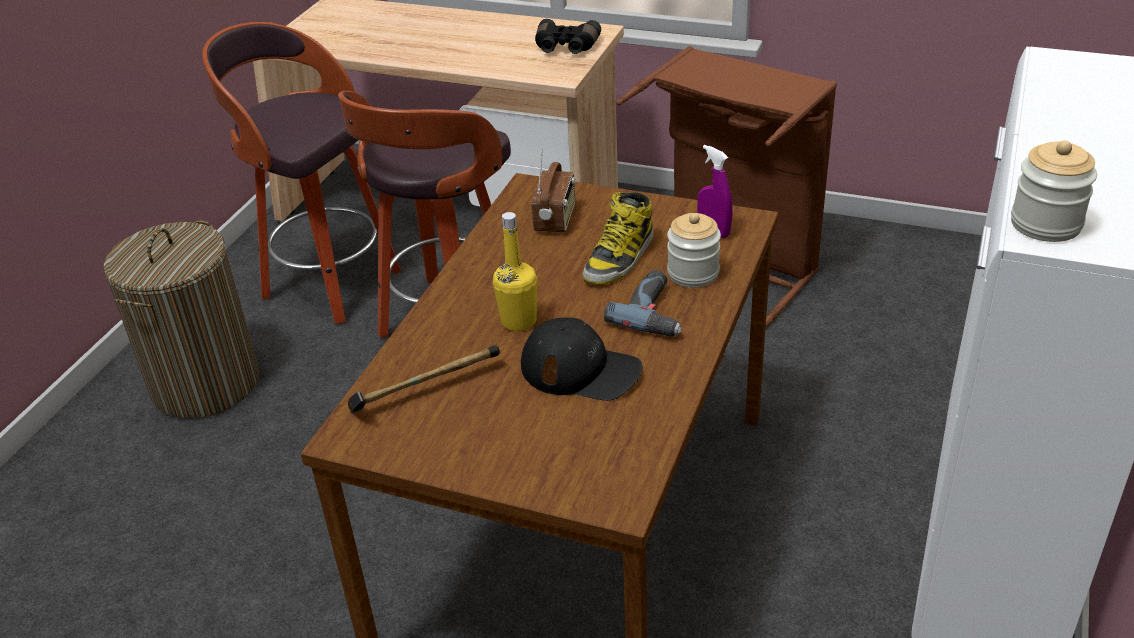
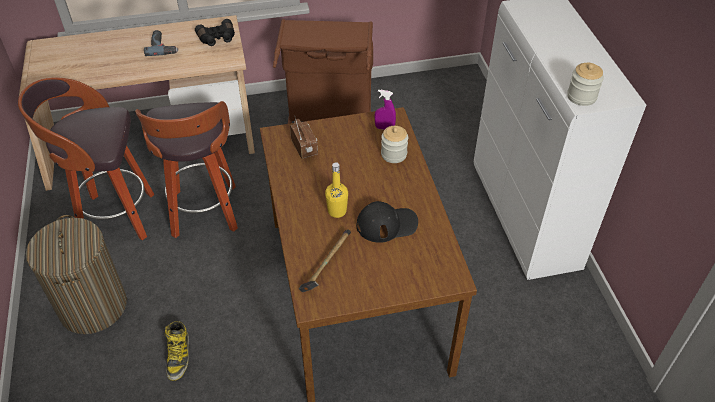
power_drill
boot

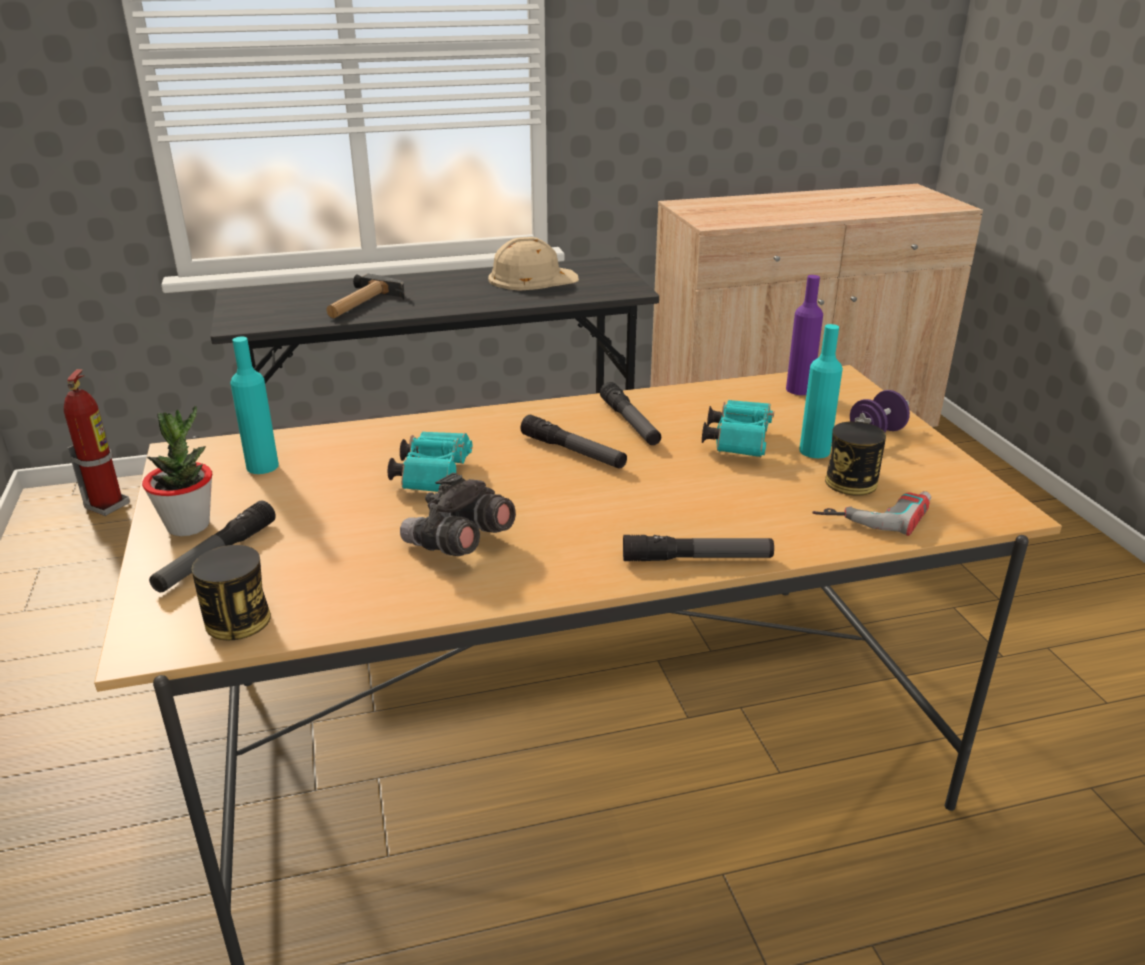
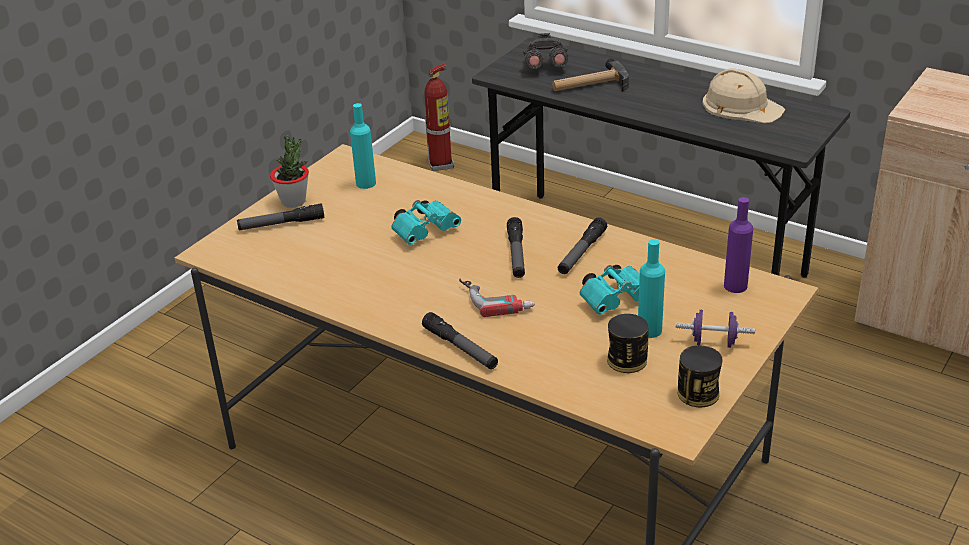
power_drill
grey_binoculars
can (no. 2 from left)

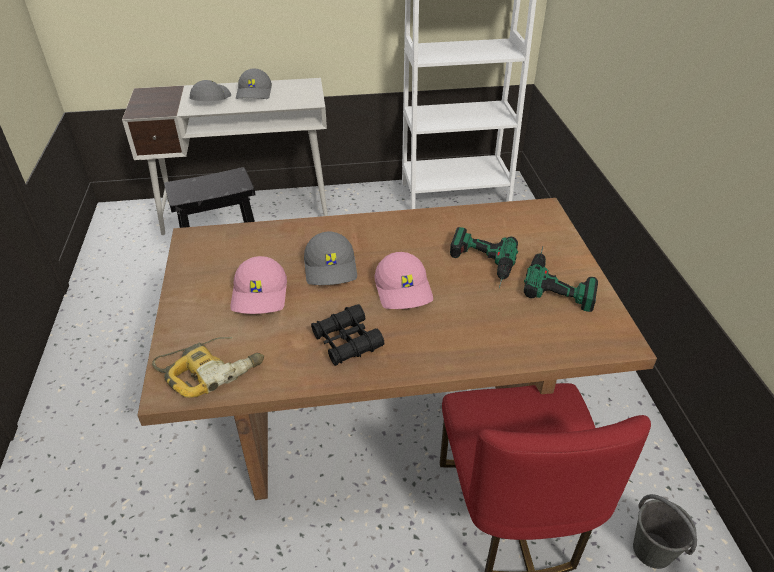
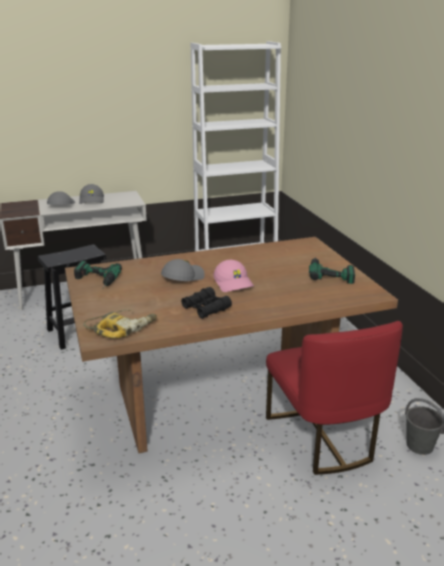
power_drill (no. 1 from left)
grey_cap (no. 3 from left)
pink_cap (no. 1 from left in the first image)

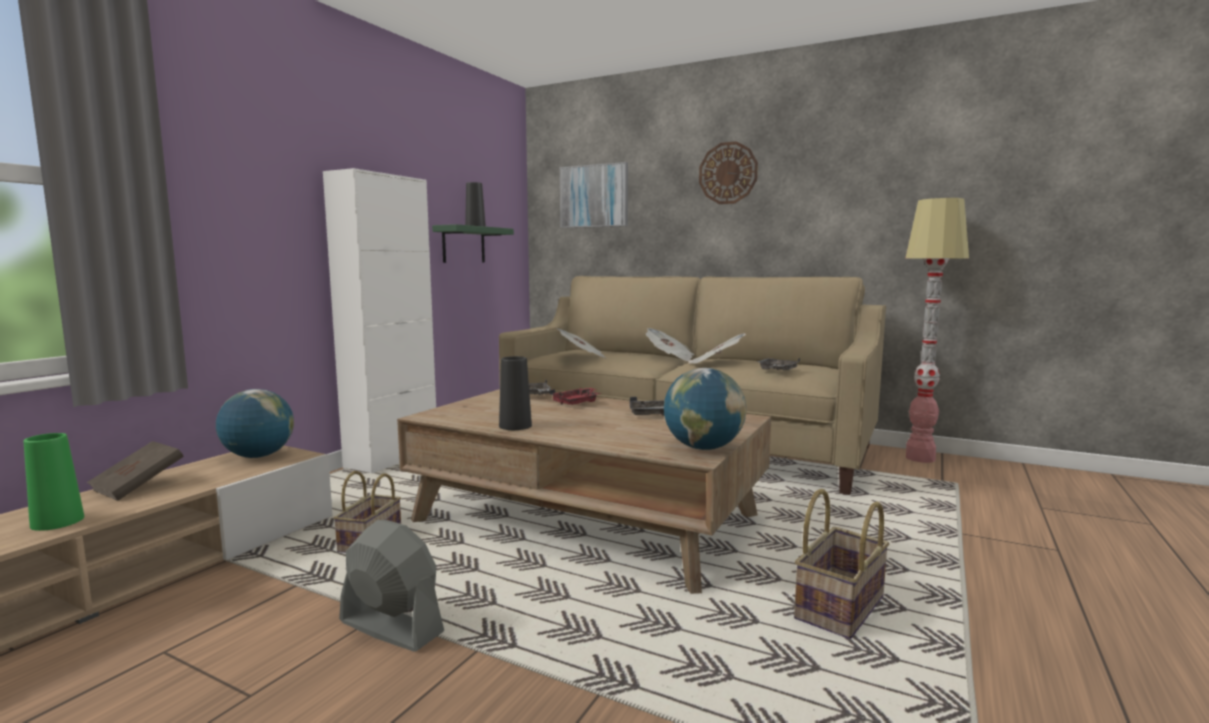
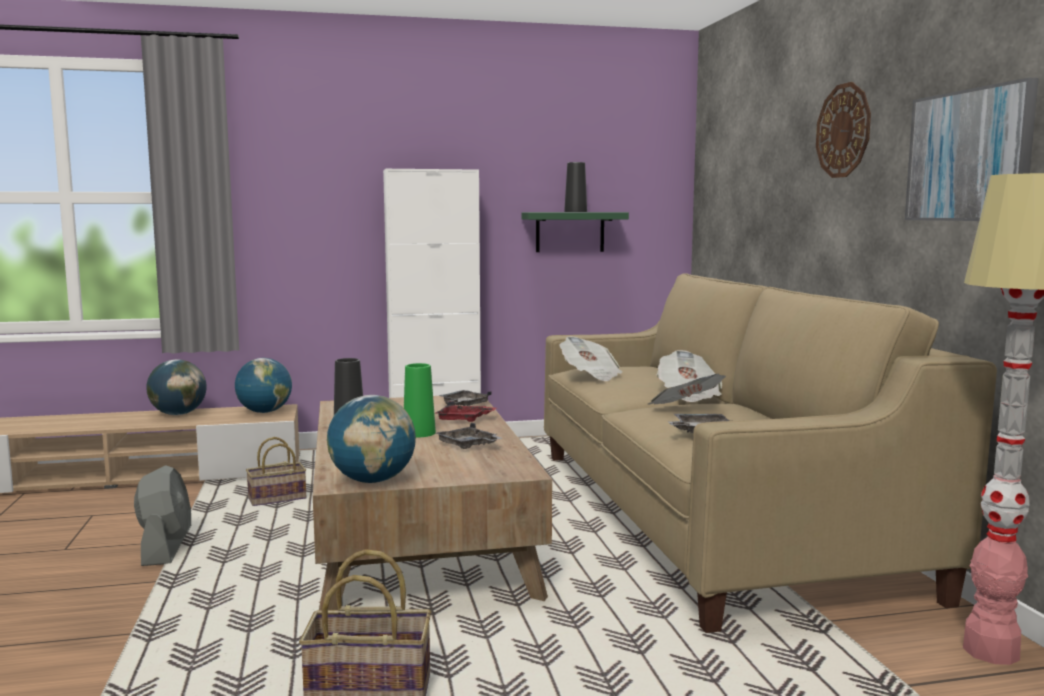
globe (no. 1 from left)
green_vase
picture

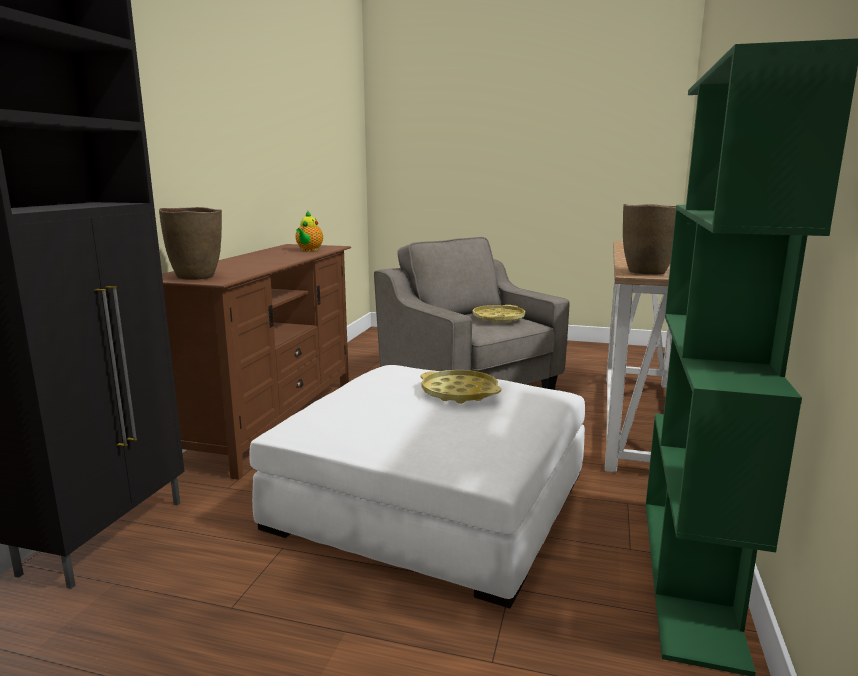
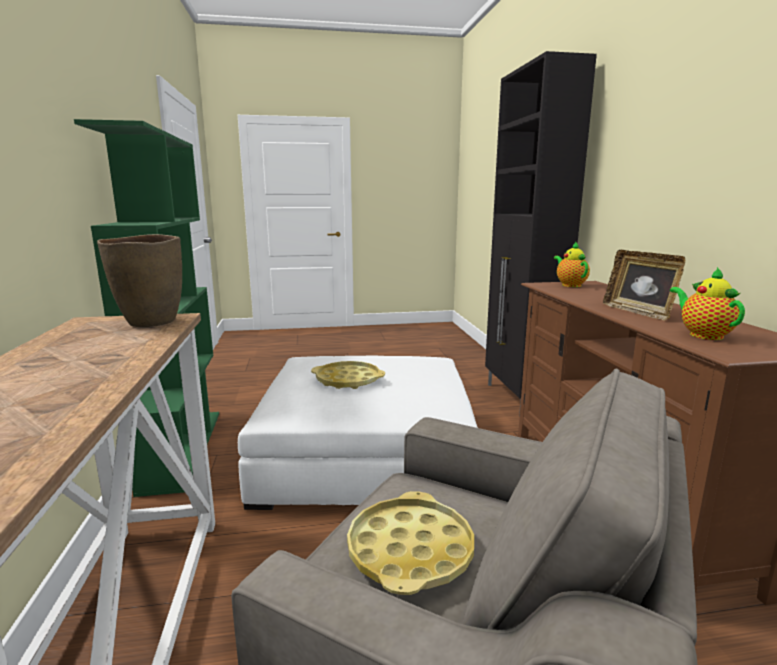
teapot (no. 1 from left)
picture_frame

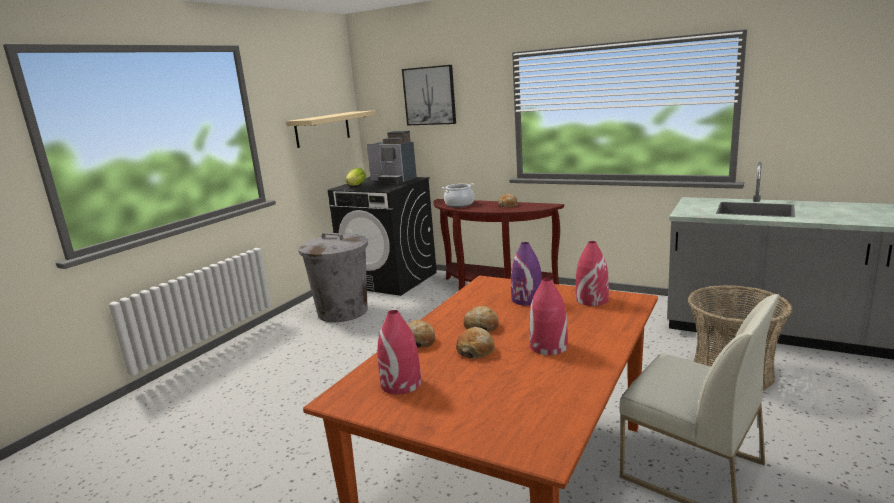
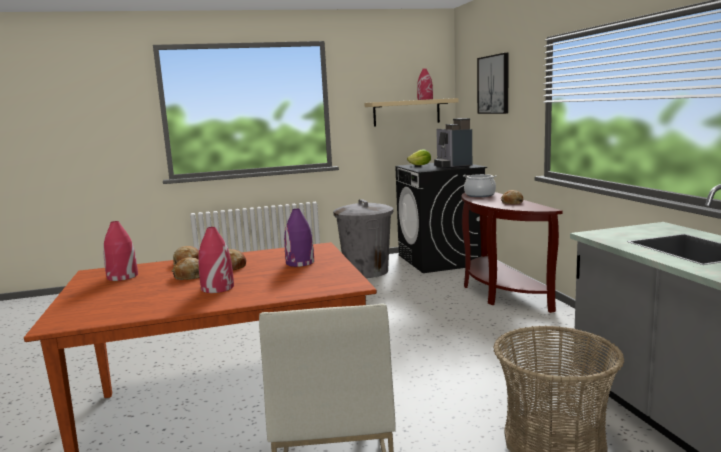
red_vase (no. 3 from left)

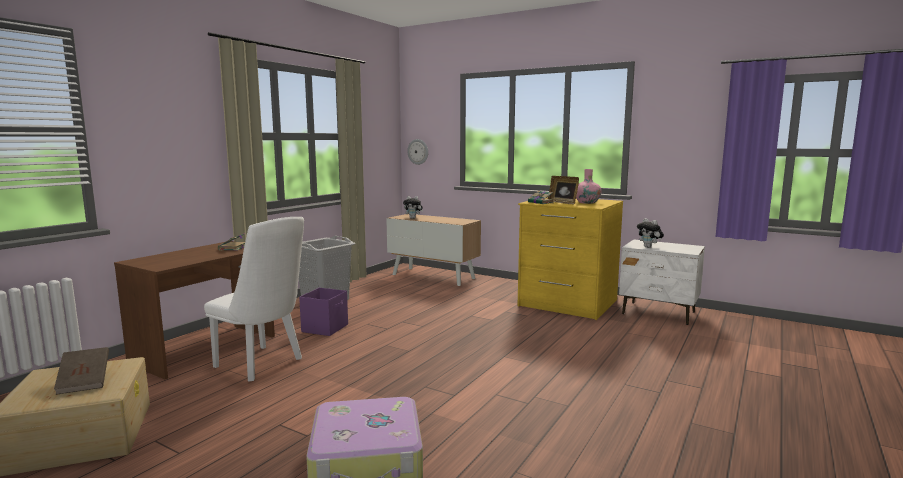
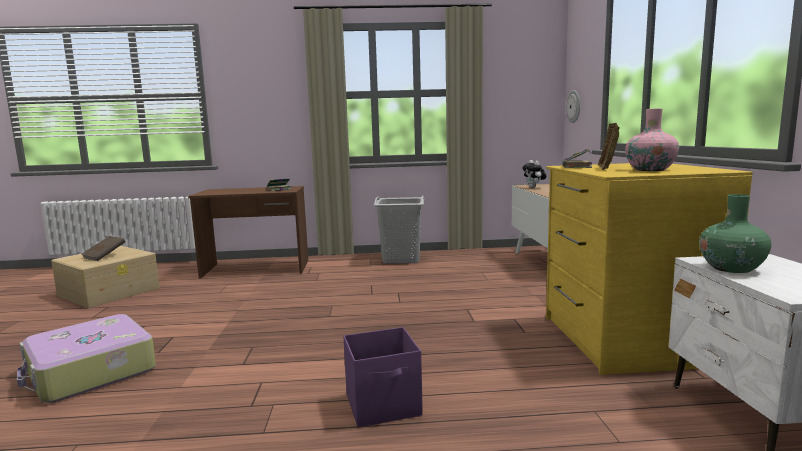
purple_storage_box
green_vase
white_chair

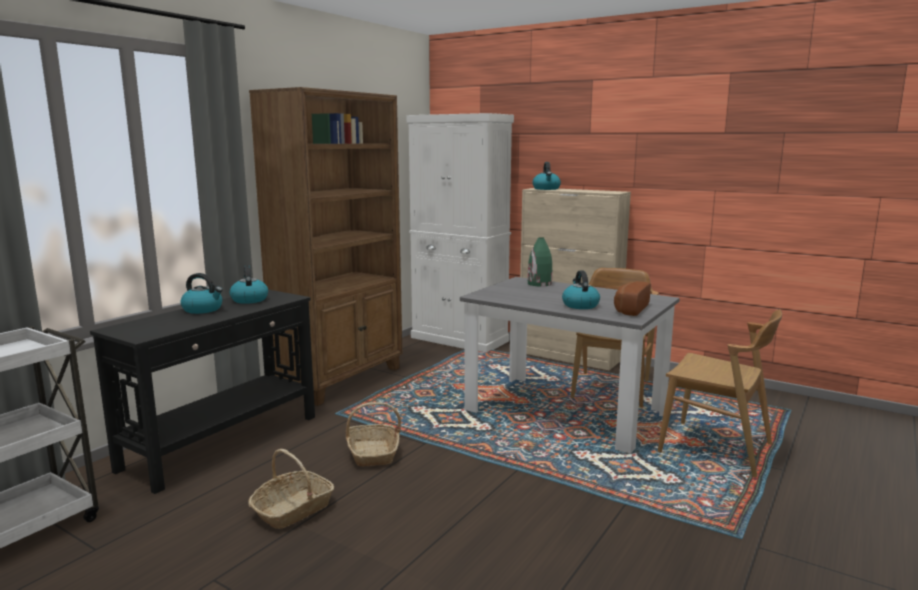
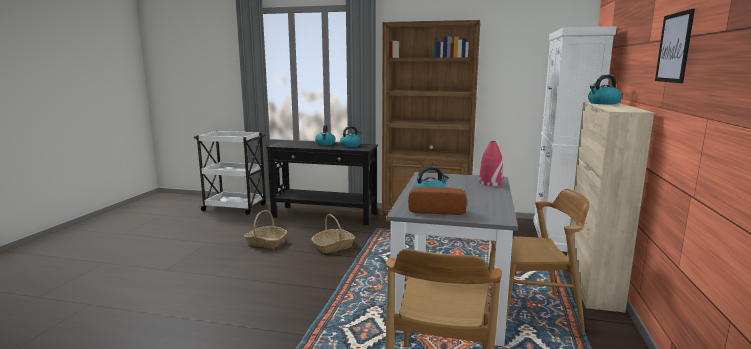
red_vase
picture

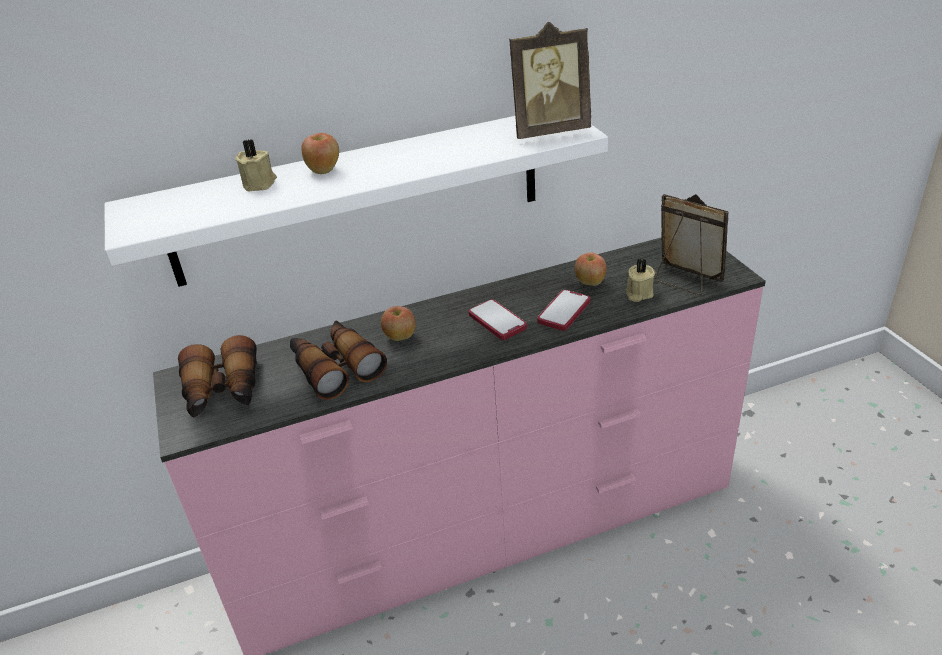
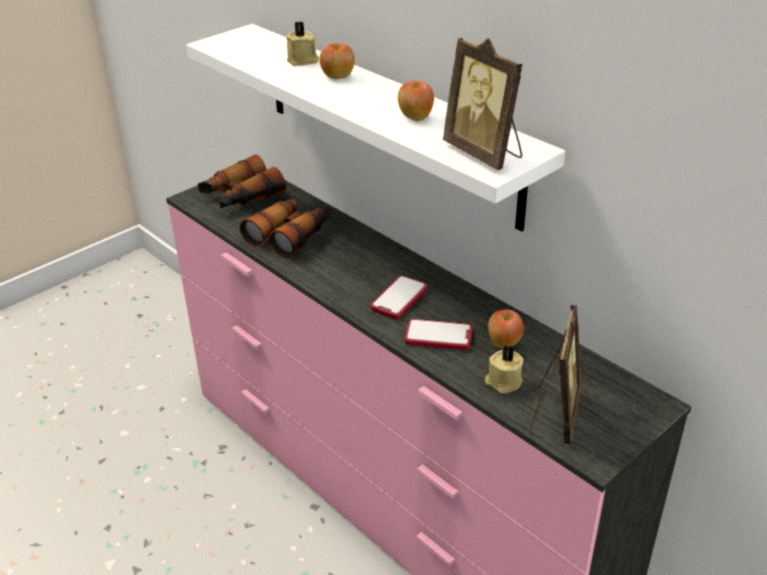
apple (no. 2 from left)

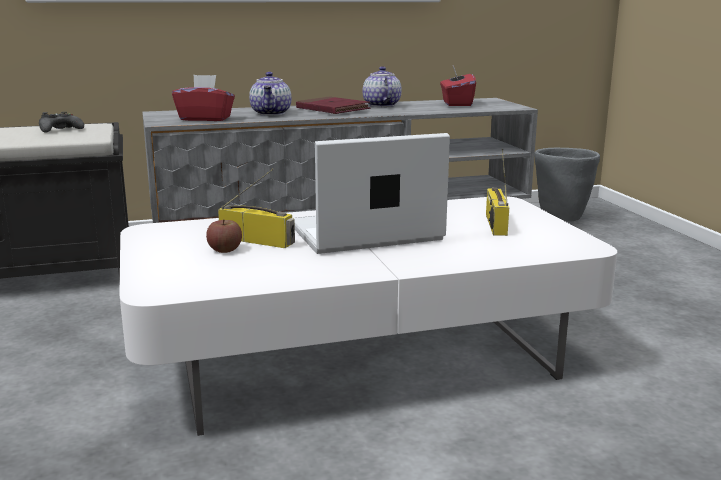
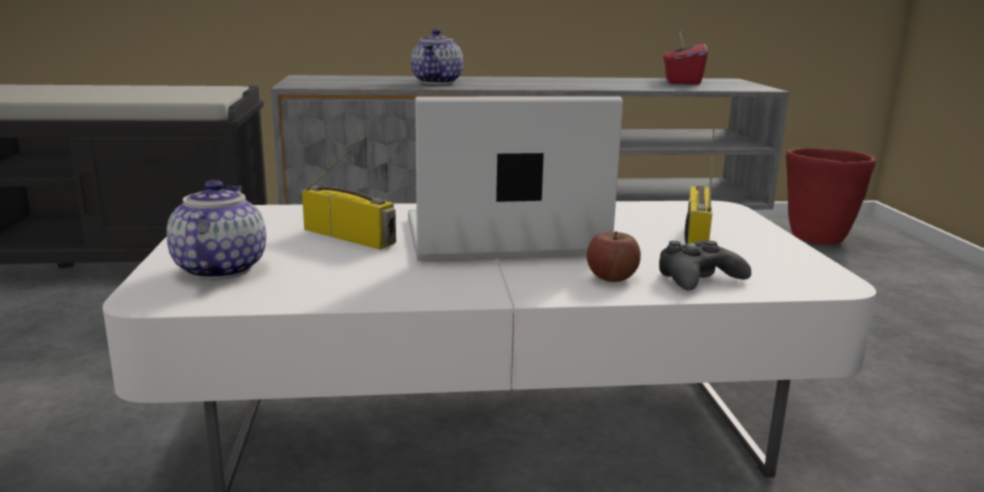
teapot (no. 1 from left)
apple
black_game_controller
red_planter
red_tissue_box (no. 1 from left in the first image)
red_book

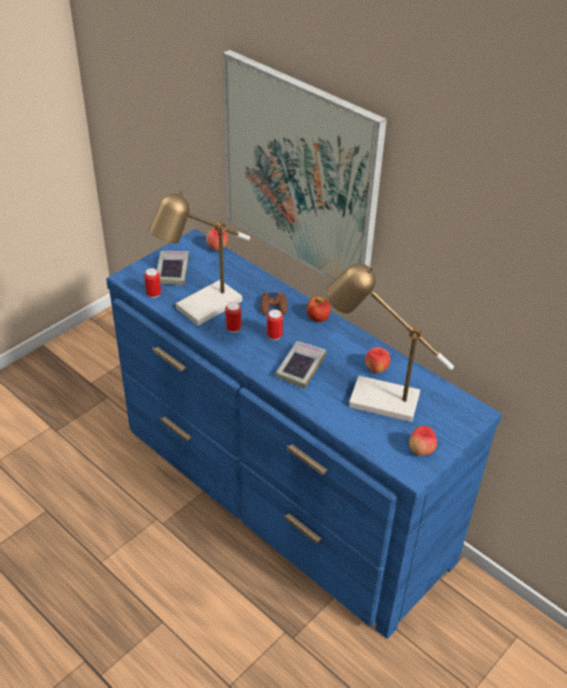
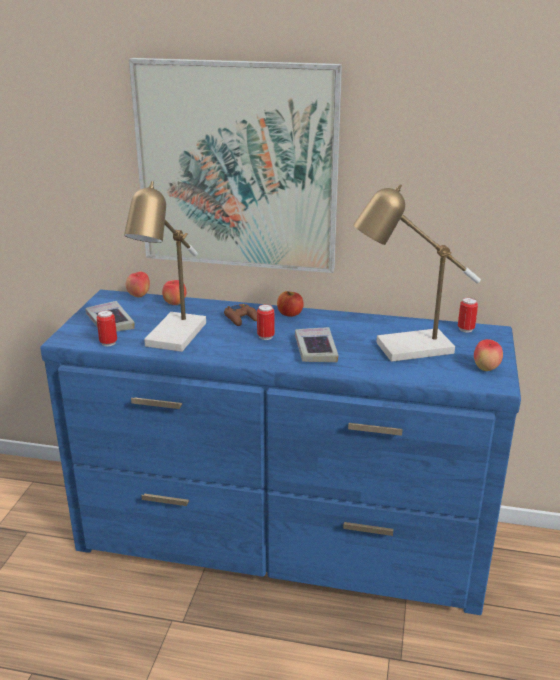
apple (no. 2 from left)
can (no. 3 from left)

